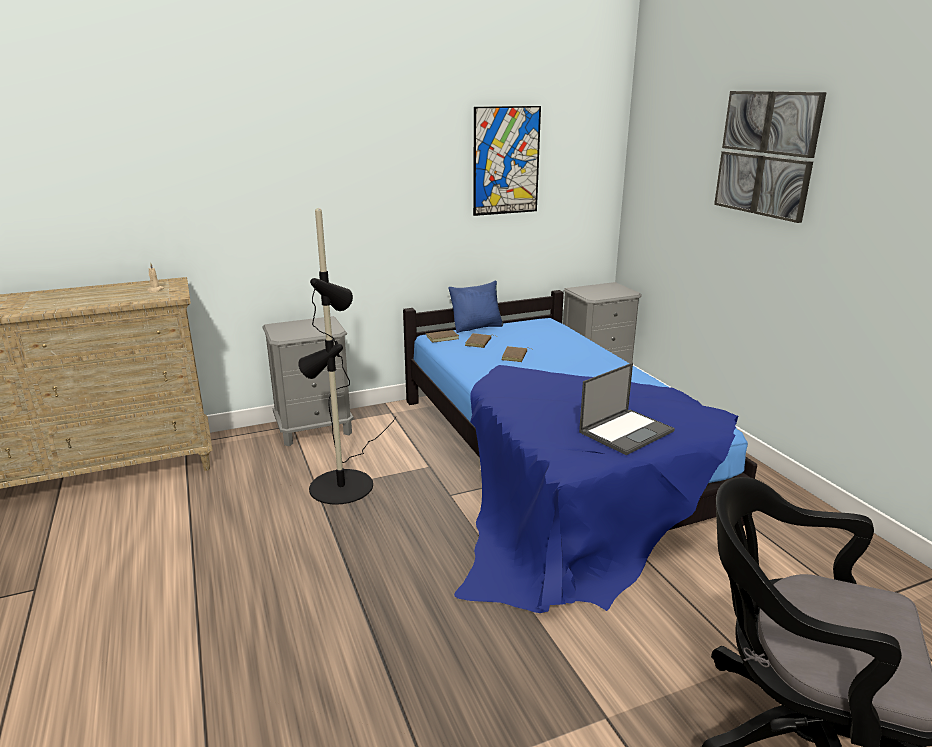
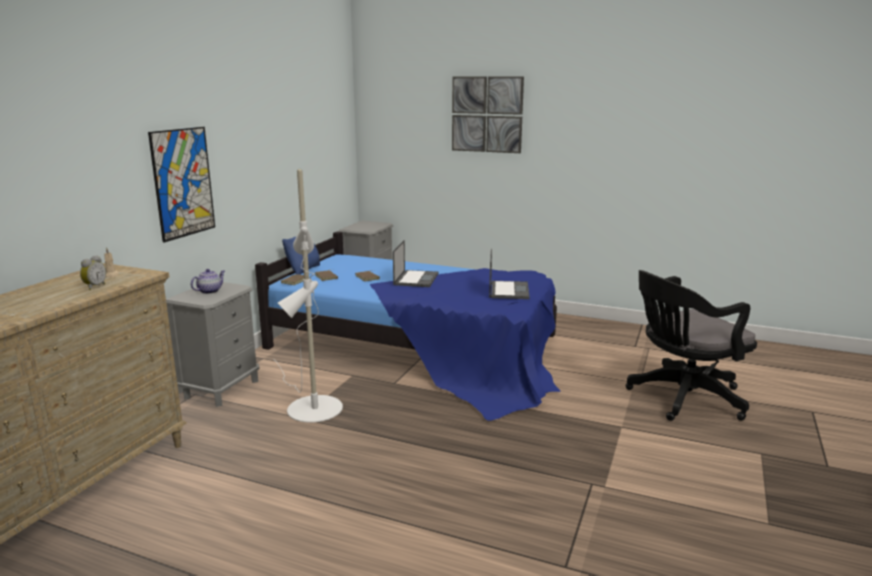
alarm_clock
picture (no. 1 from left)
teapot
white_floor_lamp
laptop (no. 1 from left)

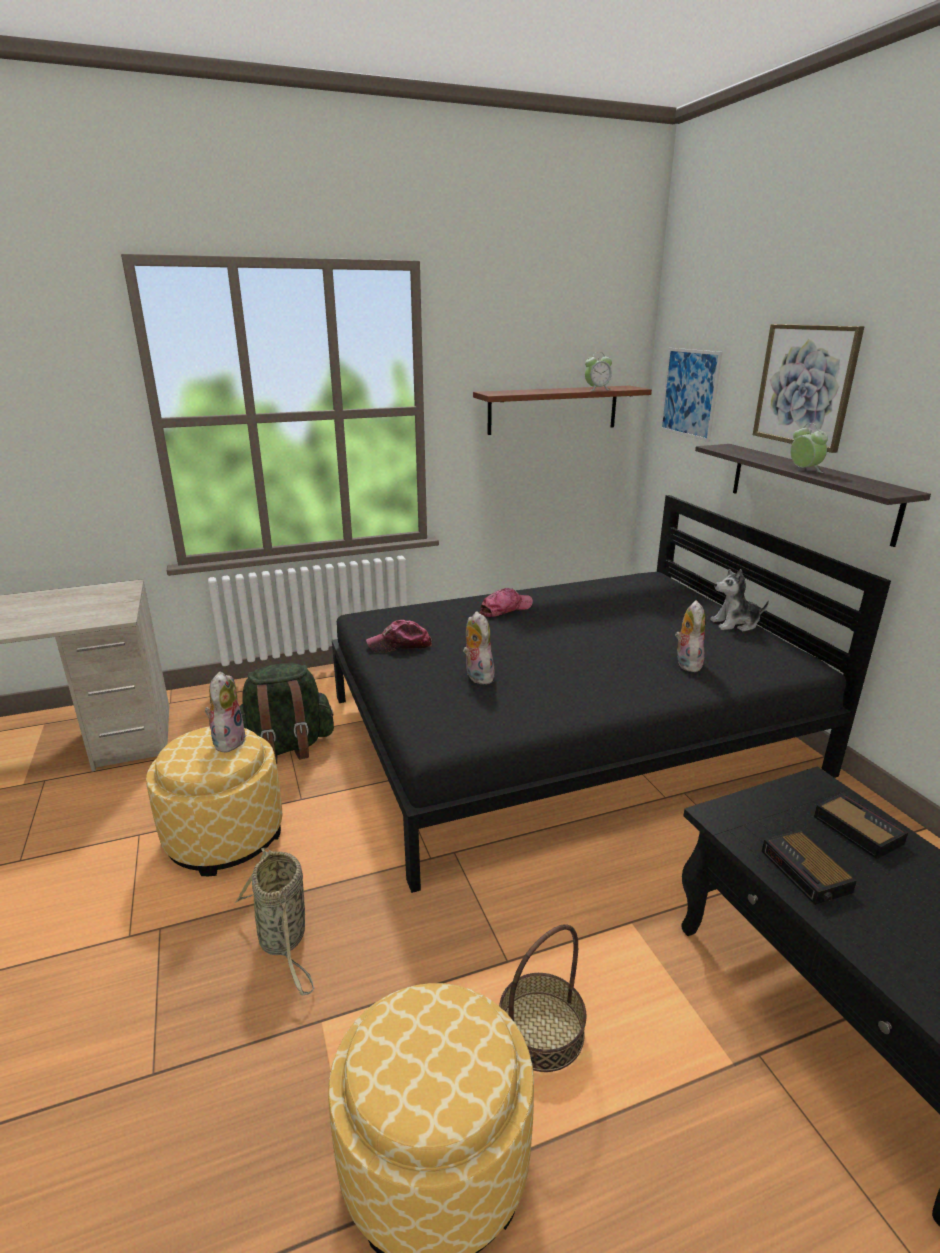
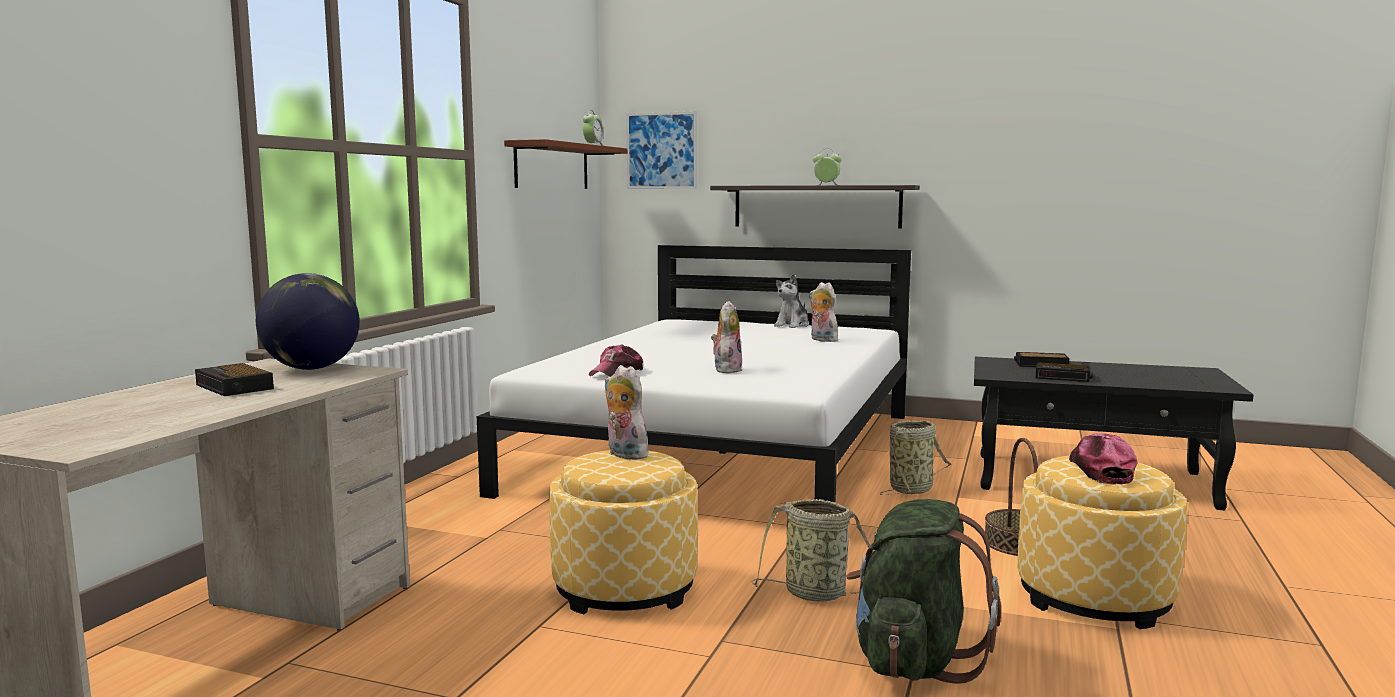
alarm_clock (no. 1 from left)
globe
white_bed
plush_toy (no. 2 from left)
green_backpack
basket (no. 2 from left)
cap (no. 2 from left)
picture (no. 2 from left in the first image)

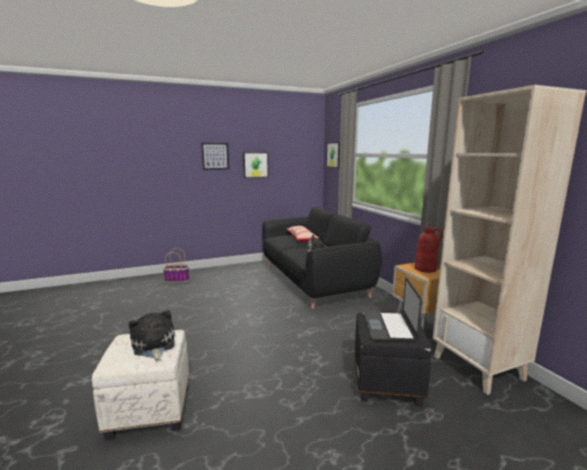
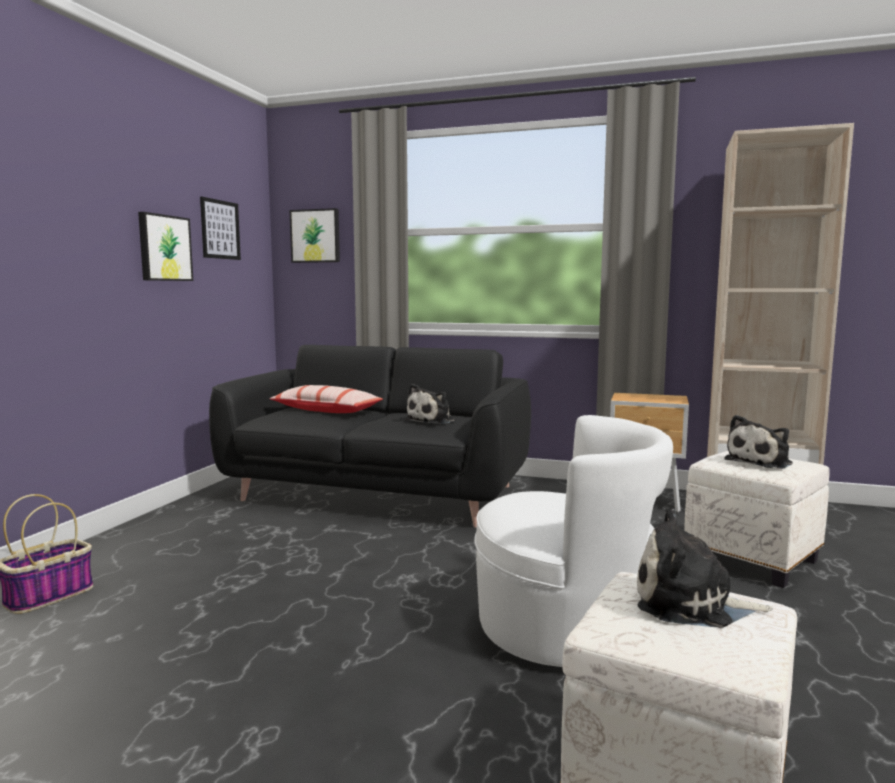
picture (no. 2 from left)
white_armchair
white_ottoman (no. 2 from left)
plush_toy (no. 3 from left)
red_vase

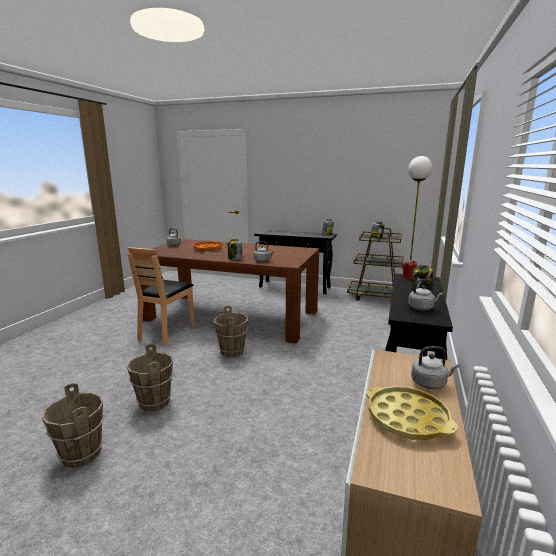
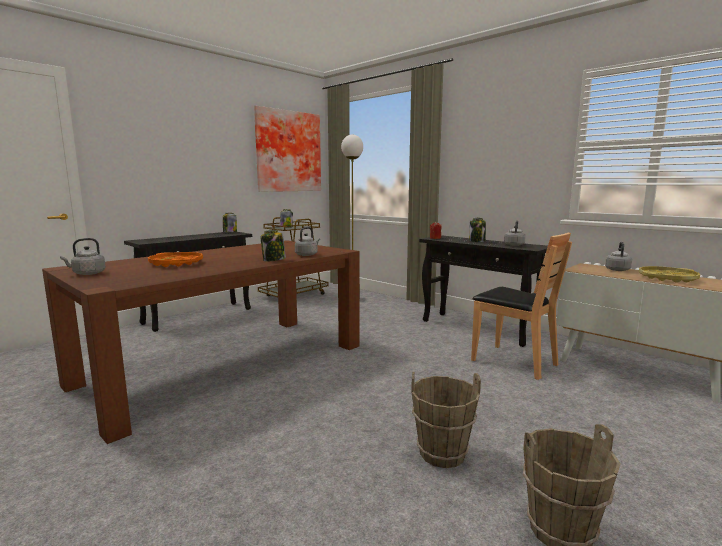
picture
brown_chair
brown_bucket (no. 3 from left in the first image)

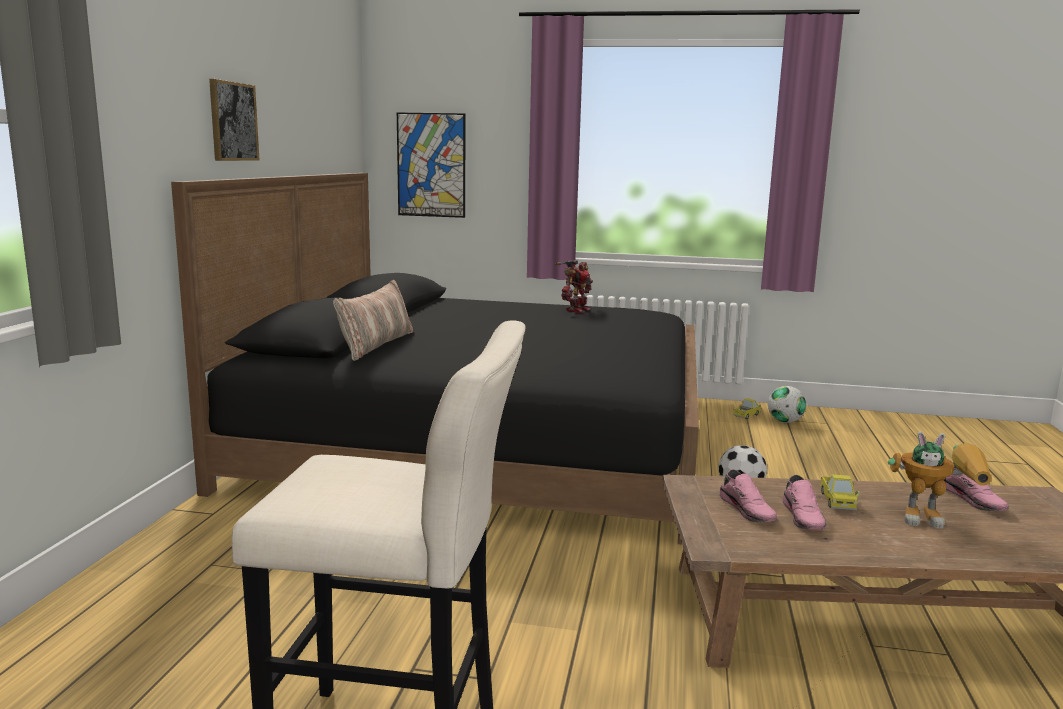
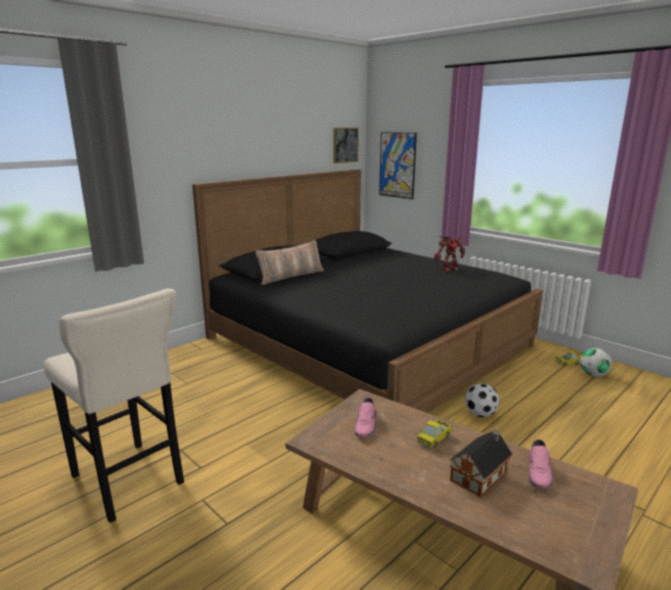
picture (no. 1 from left)
toy_house
pink_shoe (no. 2 from left in the first image)

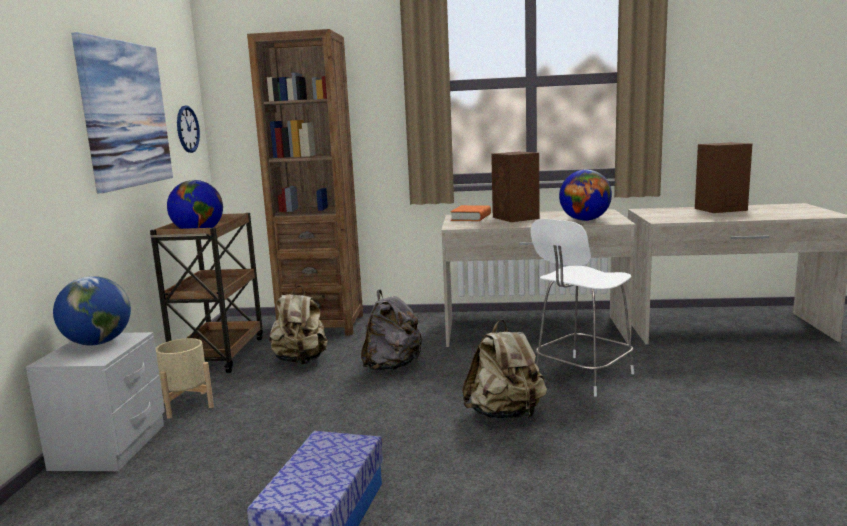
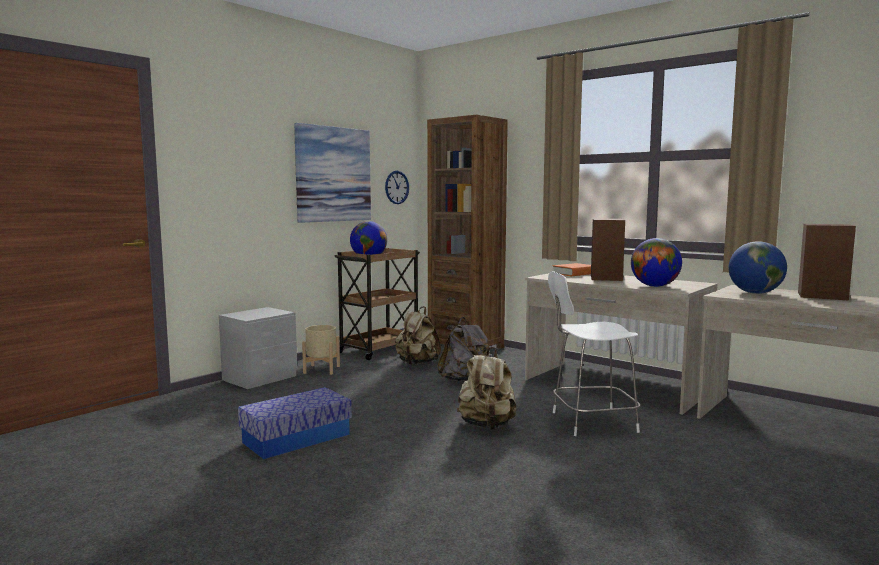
globe (no. 3 from left)

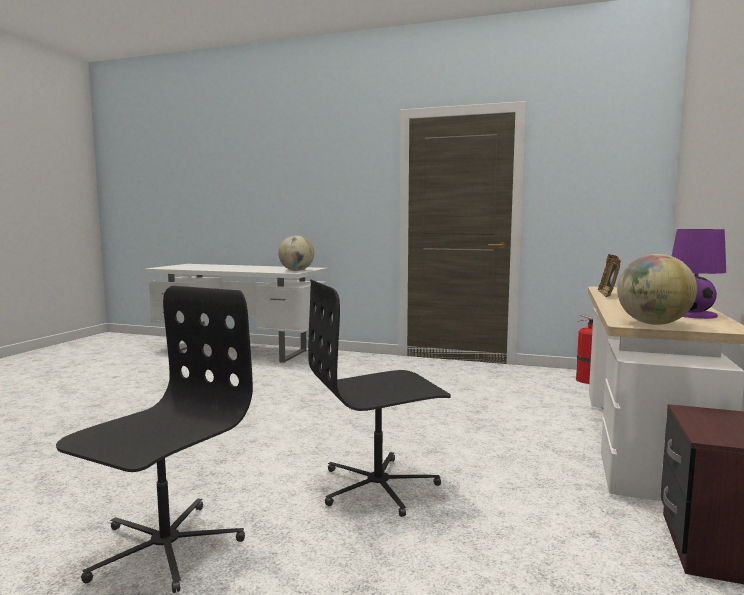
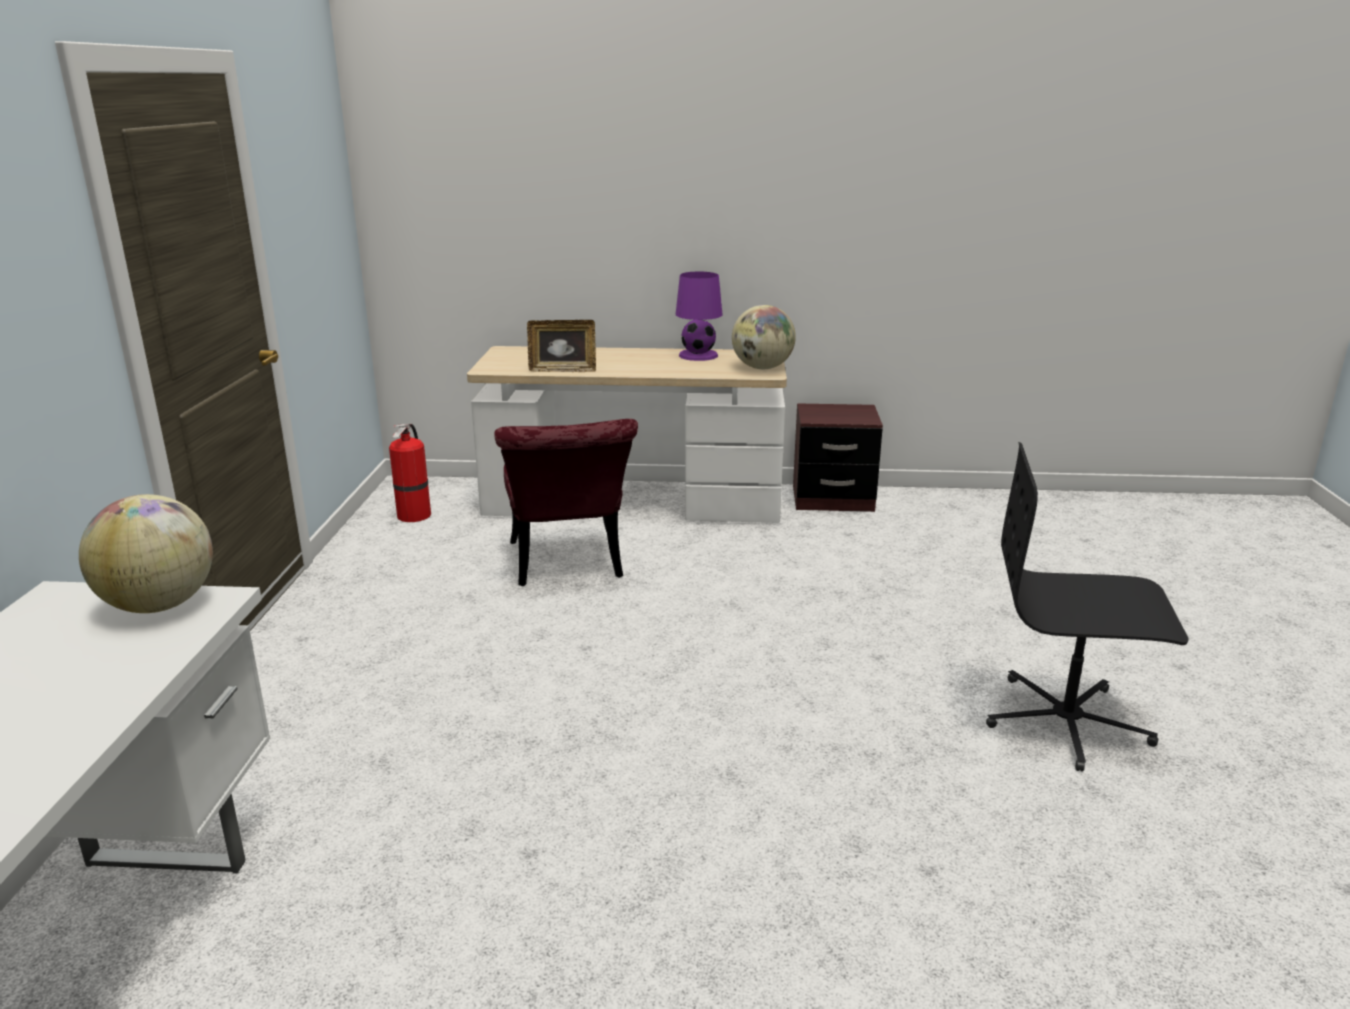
red_chair
black_office_chair (no. 2 from left in the first image)

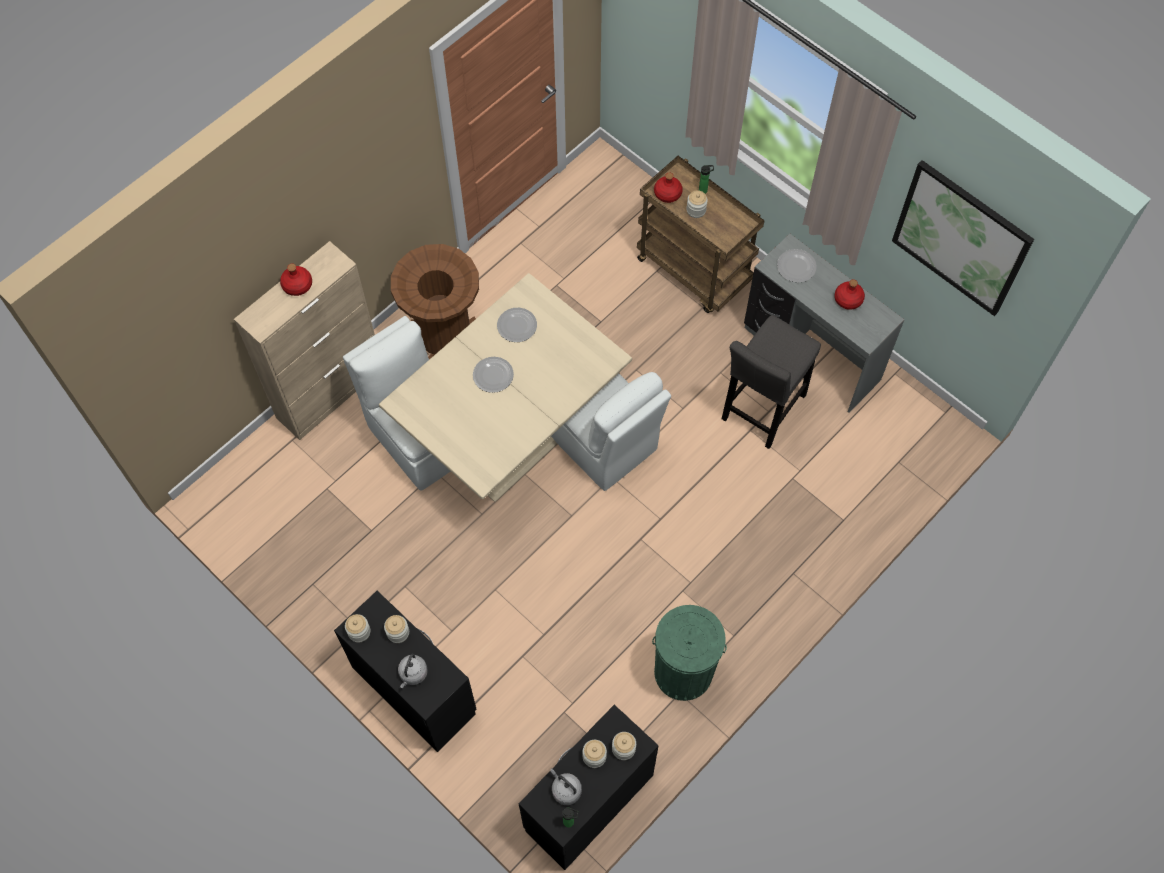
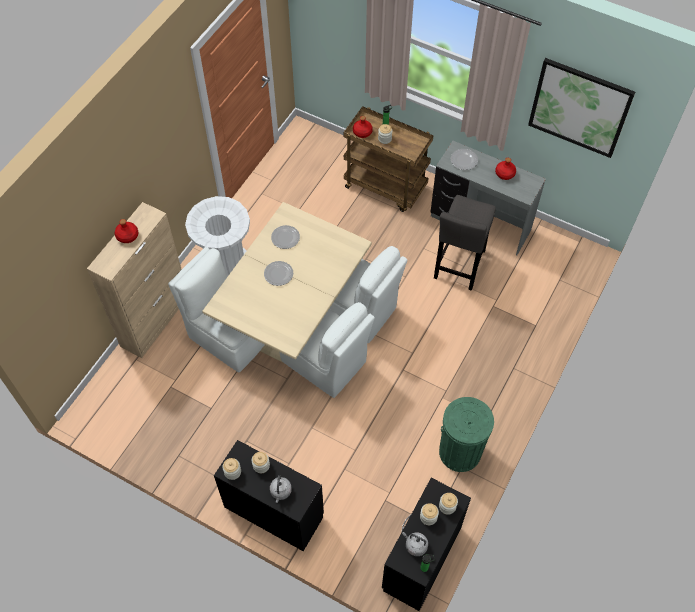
white_trash_can
white_chair (no. 2 from left)

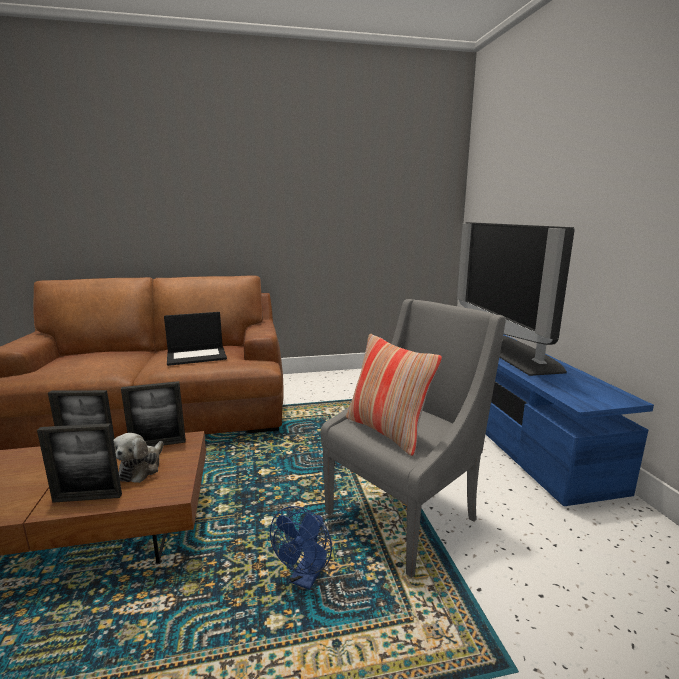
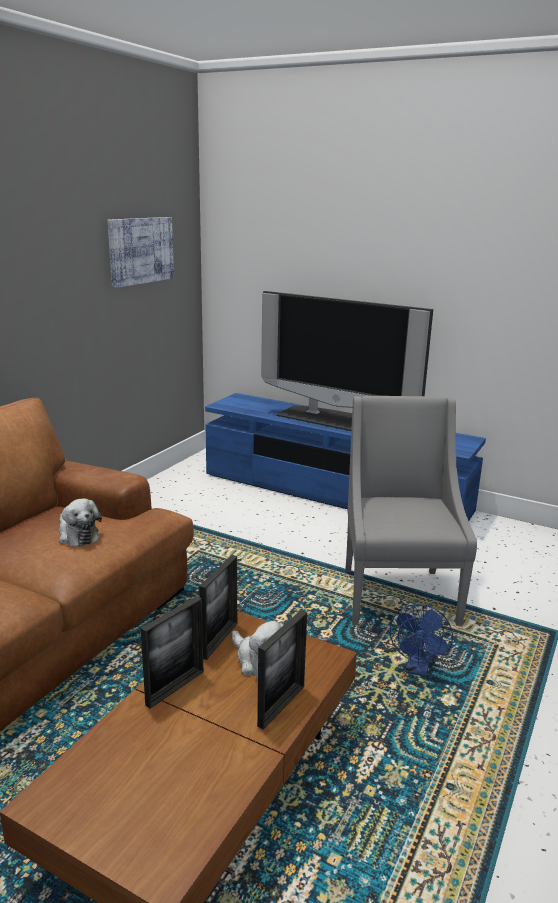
plush_toy (no. 1 from left)
picture
blue_fan
pillow

